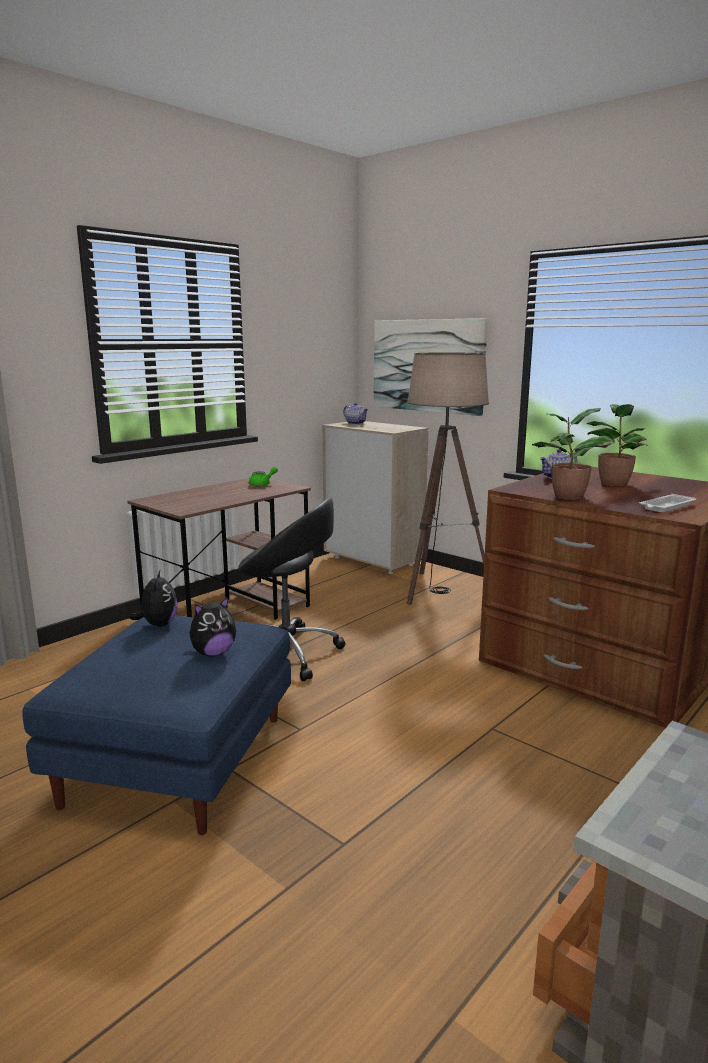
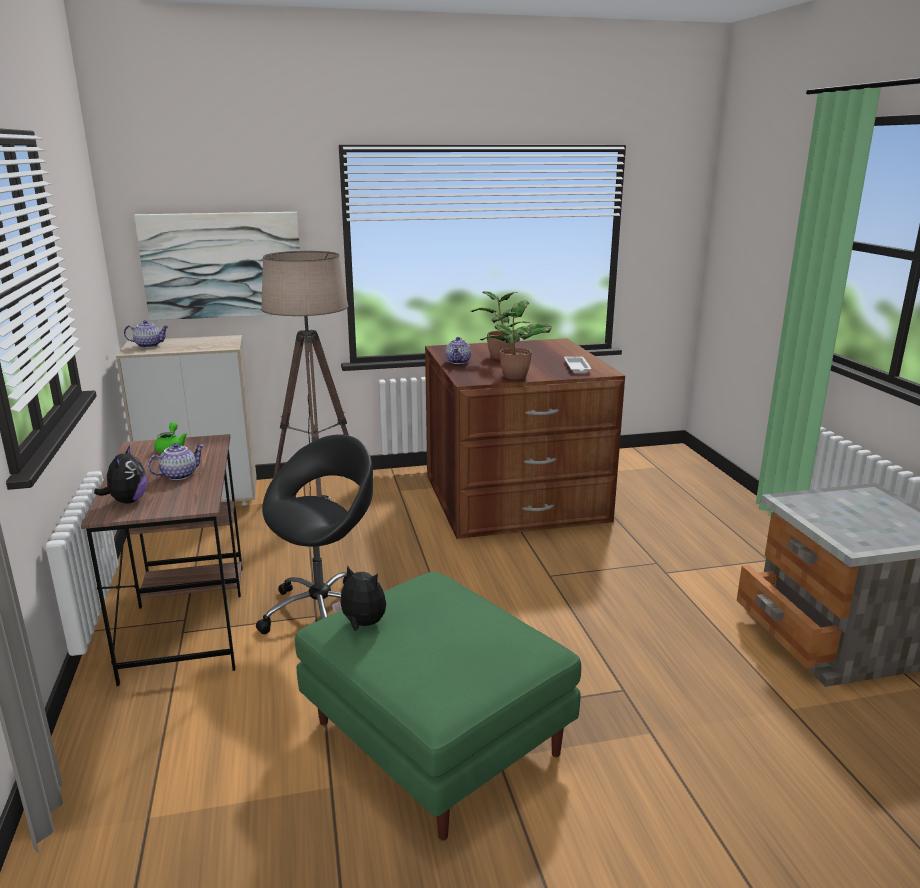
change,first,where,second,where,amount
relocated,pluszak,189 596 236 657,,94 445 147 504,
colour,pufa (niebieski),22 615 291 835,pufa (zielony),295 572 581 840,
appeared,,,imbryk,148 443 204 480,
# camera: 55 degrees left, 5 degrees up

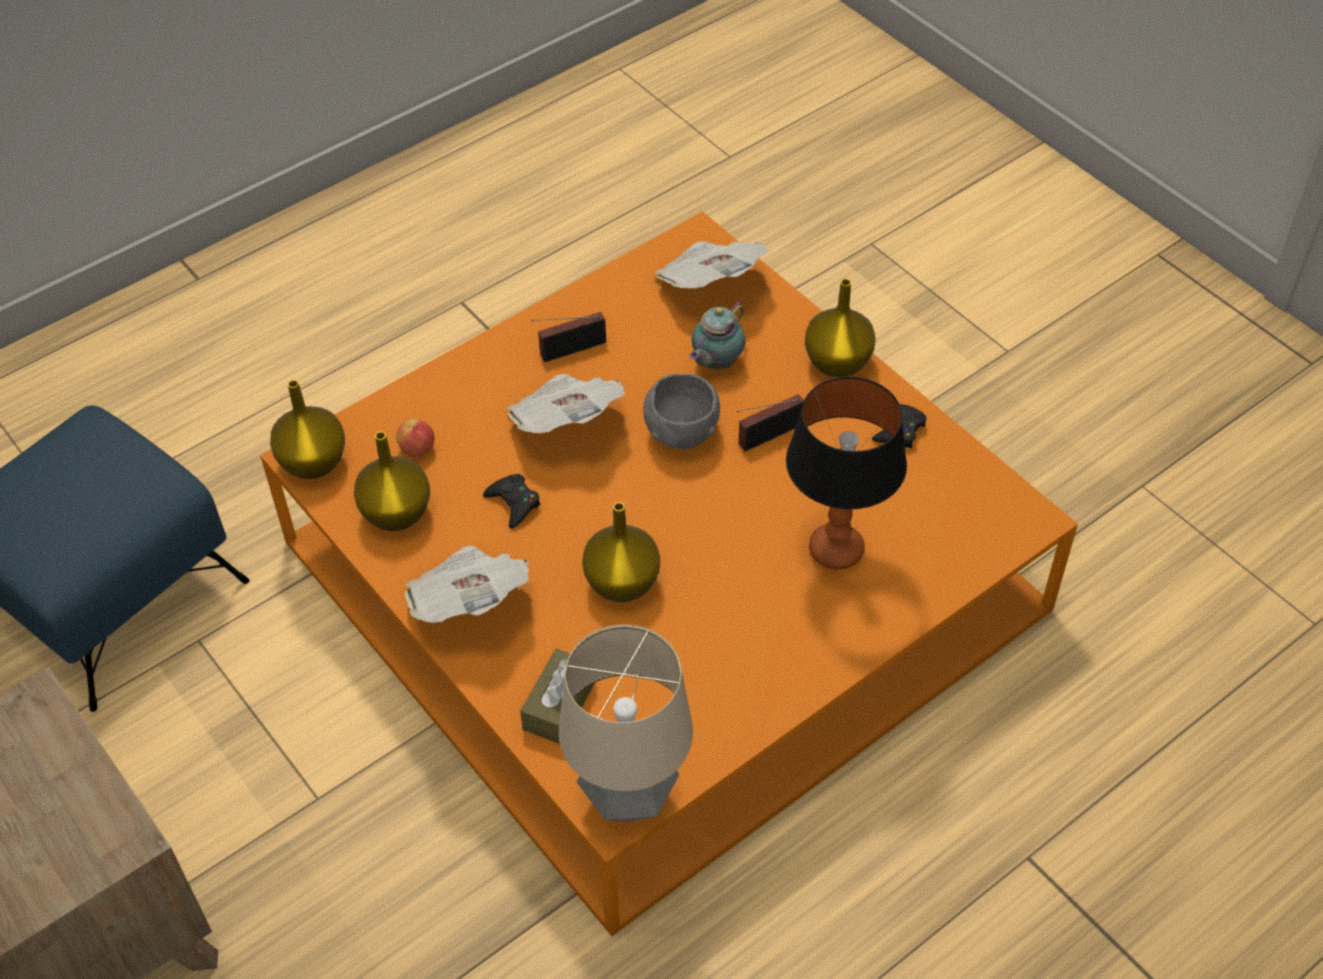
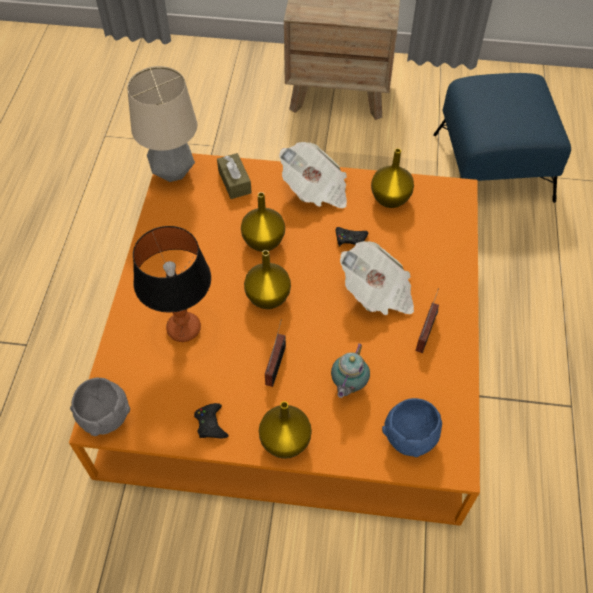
change,first,where,second,where,amount
exchanged,gazeta,654 241 770 288,miska (niebieski),382 398 442 457,
spun,imbryk,690 301 746 370,,331 343 370 398,150 degrees counterclockwise
relocated,miska (szary),643 374 720 449,,70 377 130 436,
relocated,wazon (żółty),270 380 345 479,,244 250 291 309,
missing,jabłko,396 419 434 458,,,
# camera: 135 degrees right, 5 degrees up

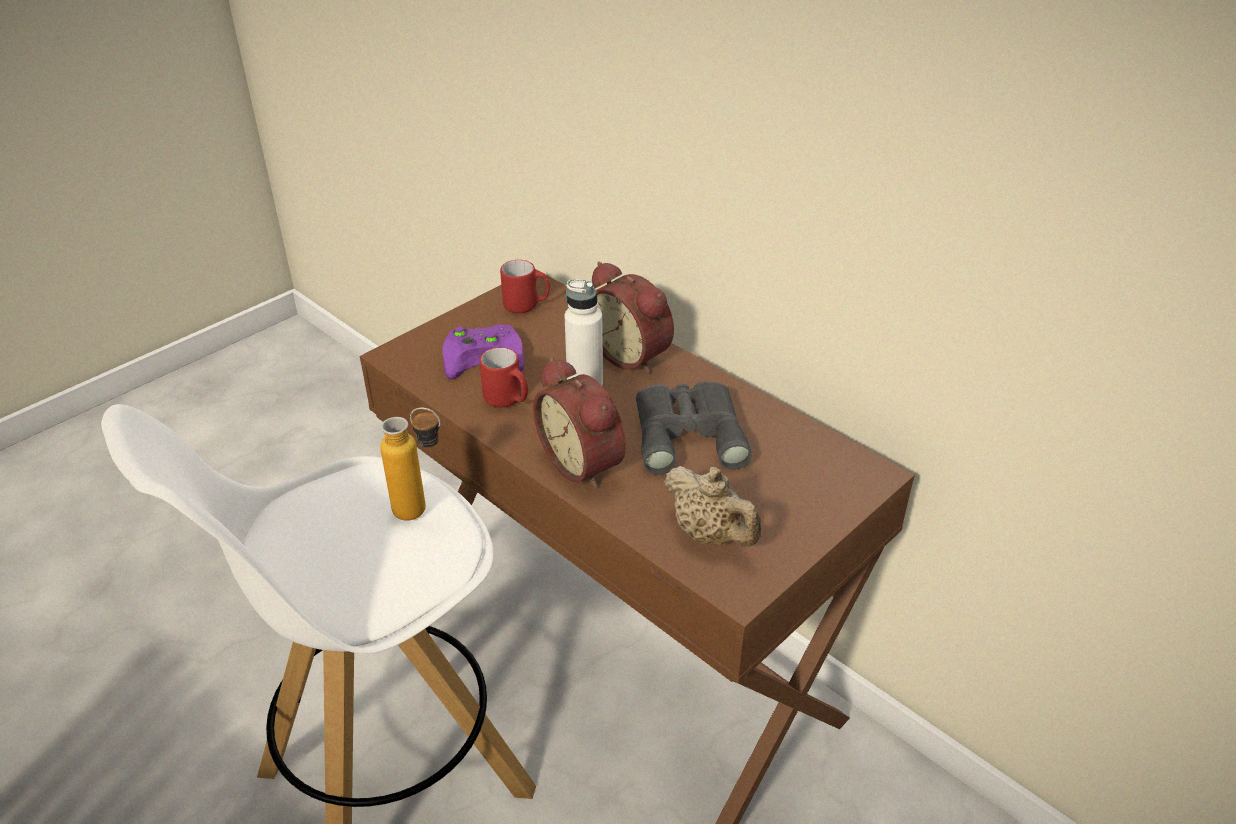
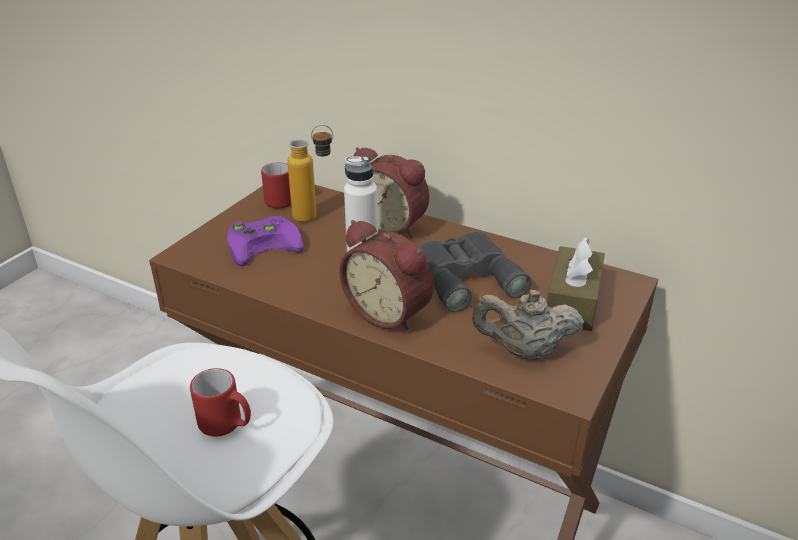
change,first,where,second,where,amount
relocated,kubek (czerwony),479 347 528 407,,190 368 251 437,
relocated,butelka,380 407 440 520,,288 125 333 222,
spun,imbryk (beżowy),664 466 761 547,,472 290 584 360,150 degrees clockwise
appeared,,,pudełko chusteczek (brązowy),547 238 605 331,
# camera: 15 degrees left, 5 degrees down

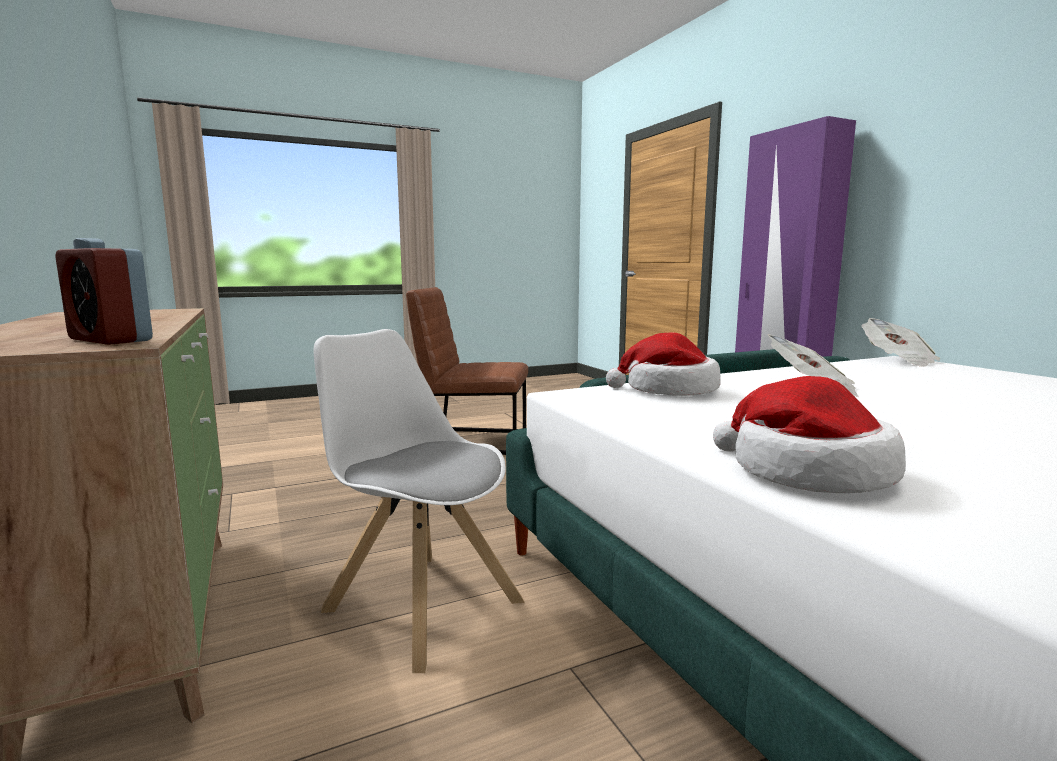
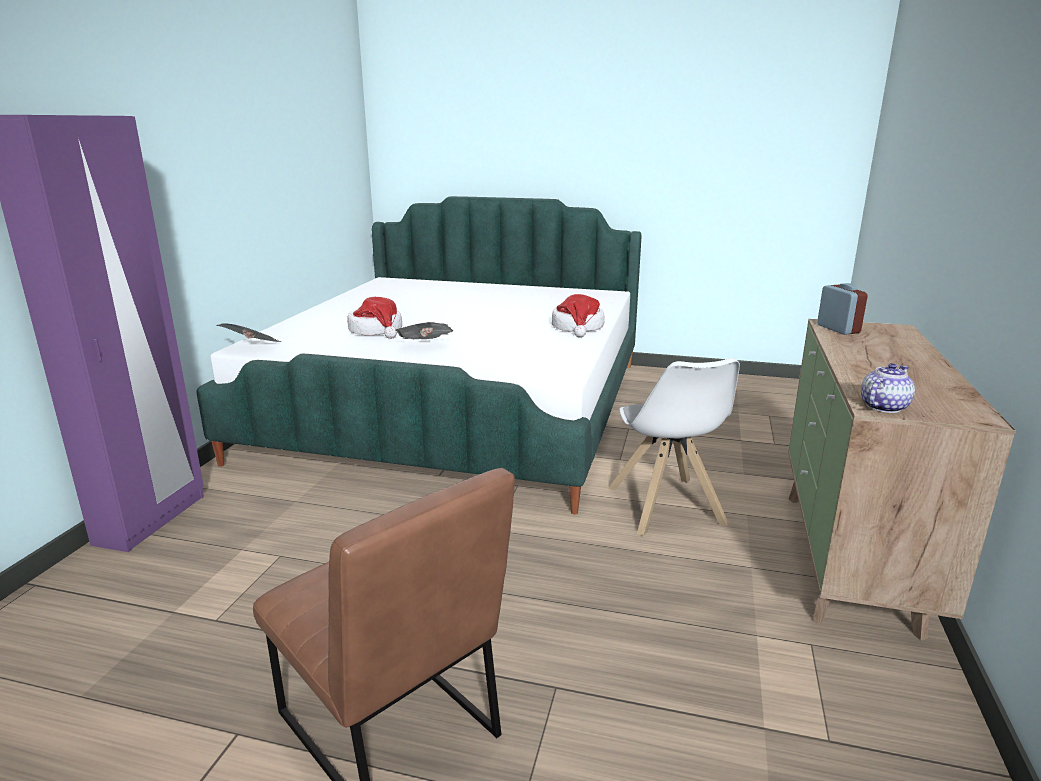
change,first,where,second,where,amount
relocated,kapelusz,606 333 721 396,,347 297 402 339,
appeared,,,imbryk,861 363 915 413,
# camera: 140 degrees left, 10 degrees up

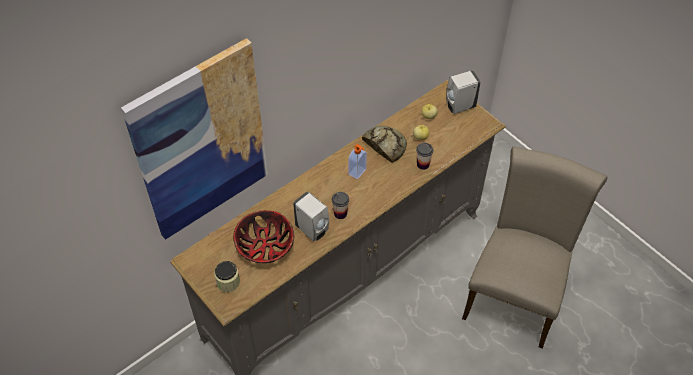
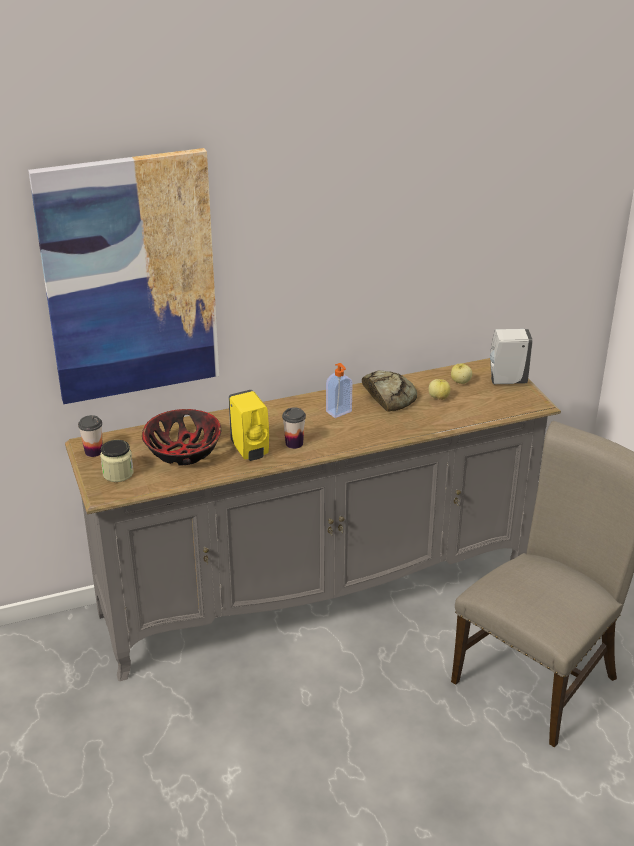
change,first,where,second,where,amount
relocated,filiżanka,416 143 433 170,,78 415 103 457,
colour,dozownik mydła (biały),293 191 329 241,dozownik mydła (żółty),228 390 269 461,
# camera: 20 degrees right, 20 degrees down

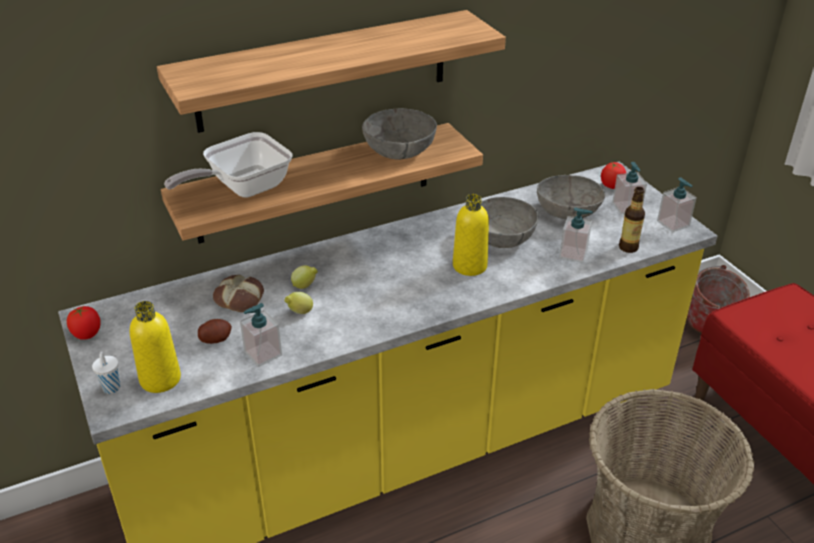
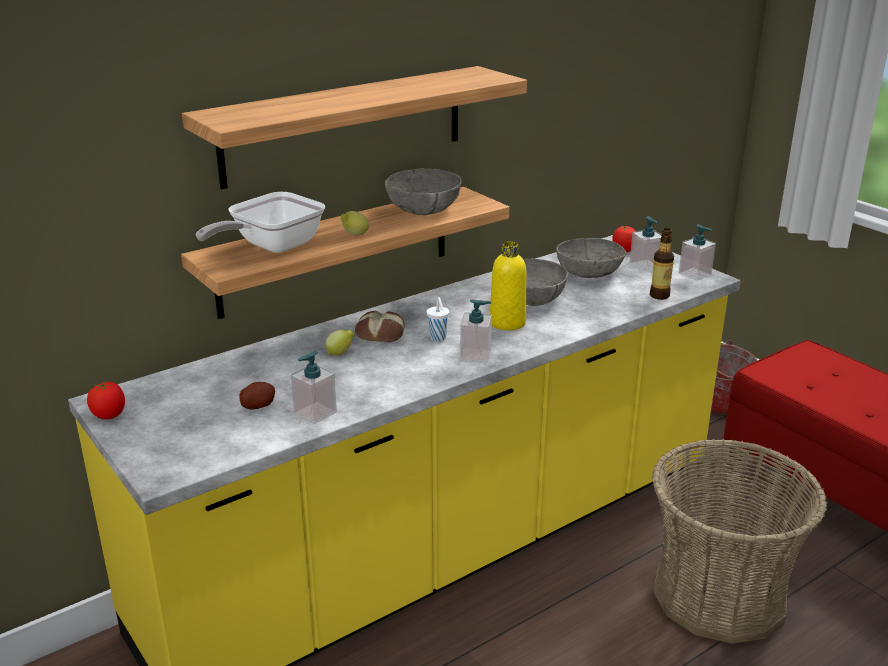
change,first,where,second,where,amount
relocated,dozownik mydła,559 208 593 263,,460 299 492 363,
relocated,chleb,213 275 264 312,,355 311 405 342,
relocated,cytryna,285 292 313 314,,340 211 369 236,
missing,butelka (żółty),130 301 181 393,,,
relocated,filiżanka (biały),92 352 120 394,,427 297 449 341,
# camera: 10 degrees left, 10 degrees down

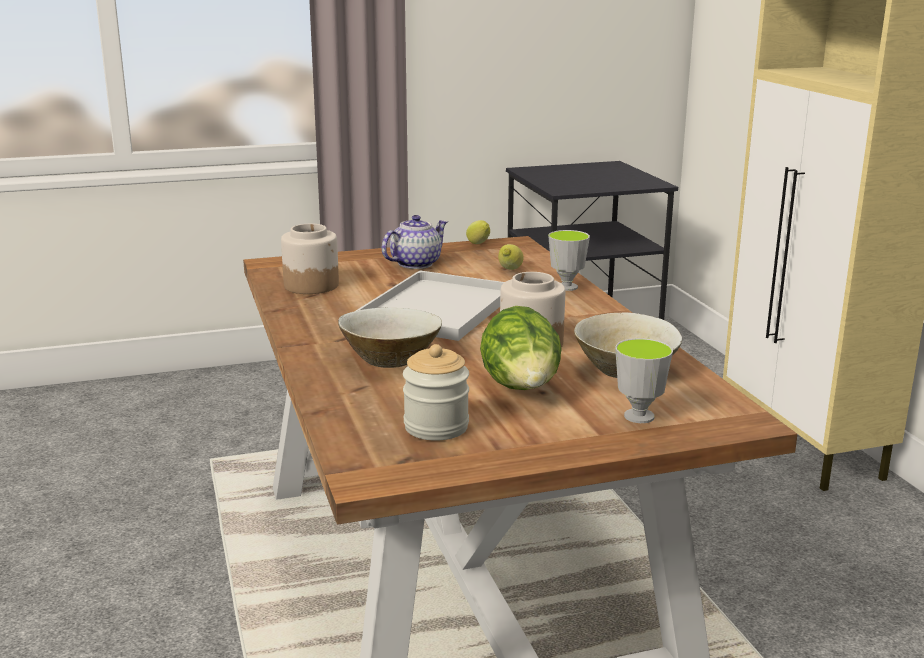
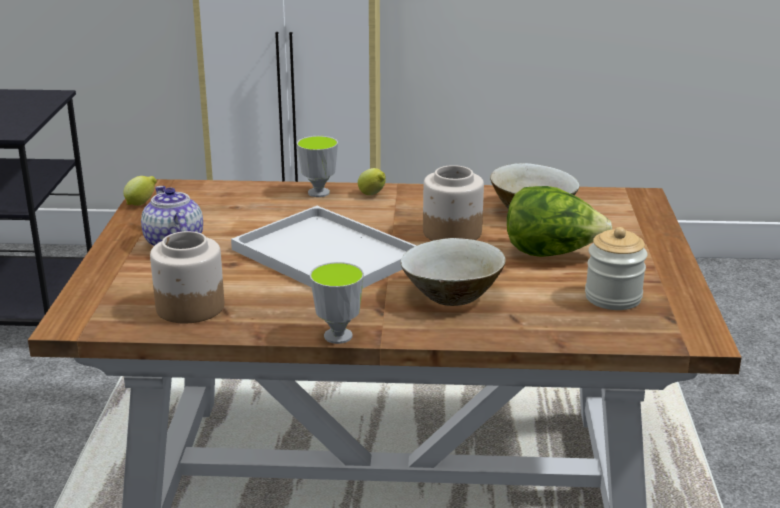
change,first,where,second,where,amount
relocated,cytryna,498 244 523 270,,358 168 386 195,
relocated,filiżanka,615 338 673 423,,310 262 364 344,
# camera: 70 degrees left, 5 degrees up

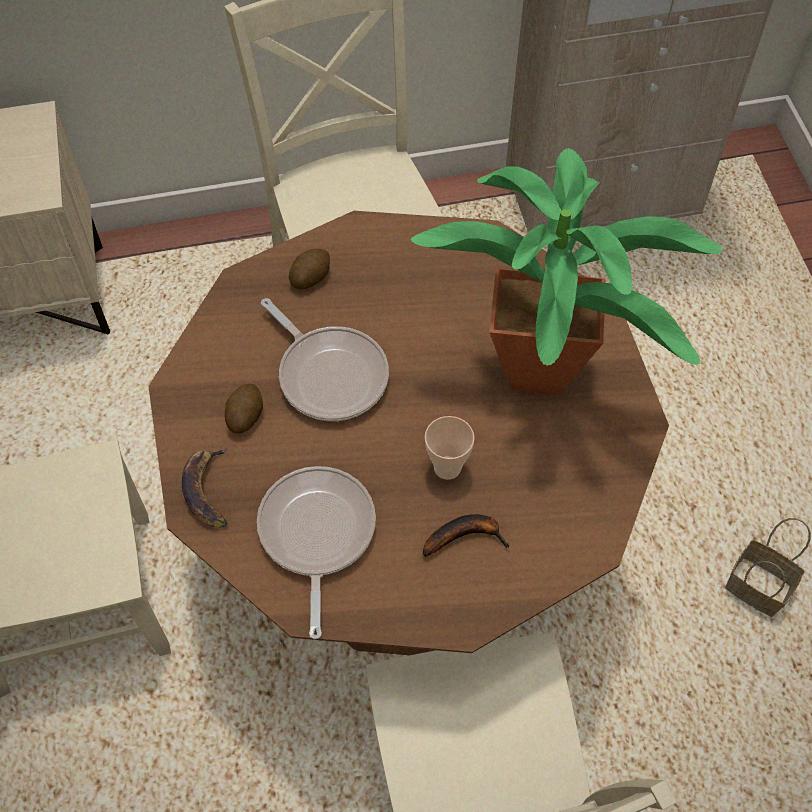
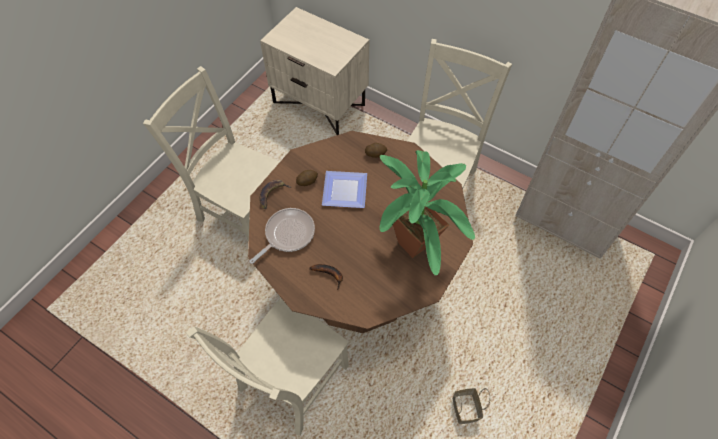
change,first,where,second,where,amount
exchanged,patelnia,261 298 389 421,talerz,322 171 367 208,
missing,filiżanka,425 416 475 480,,,
# camera: 45 degrees right, 0 degrees up

